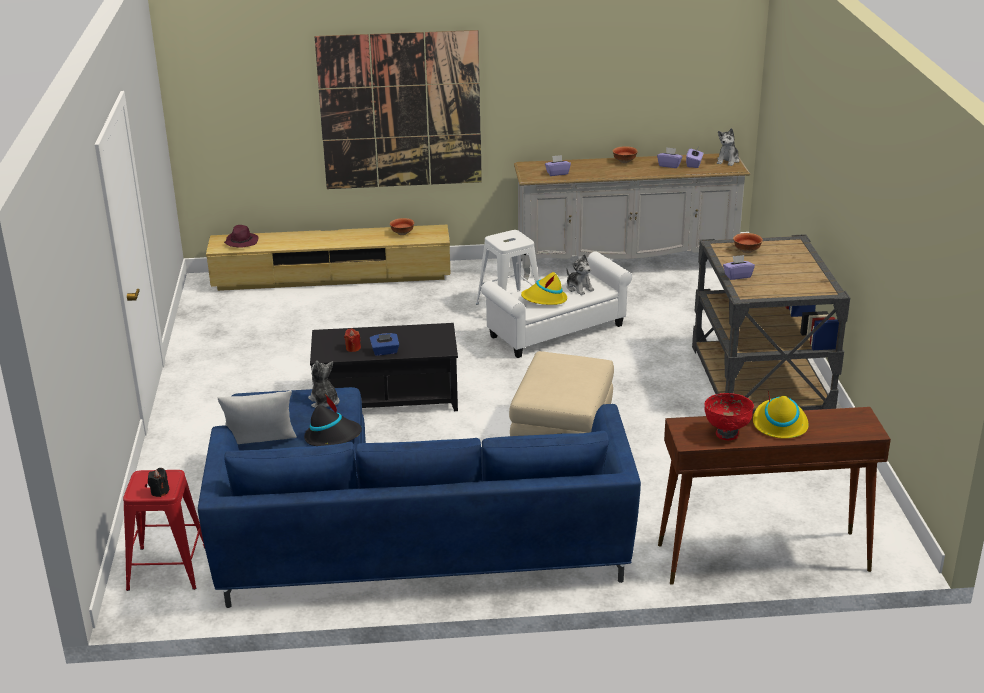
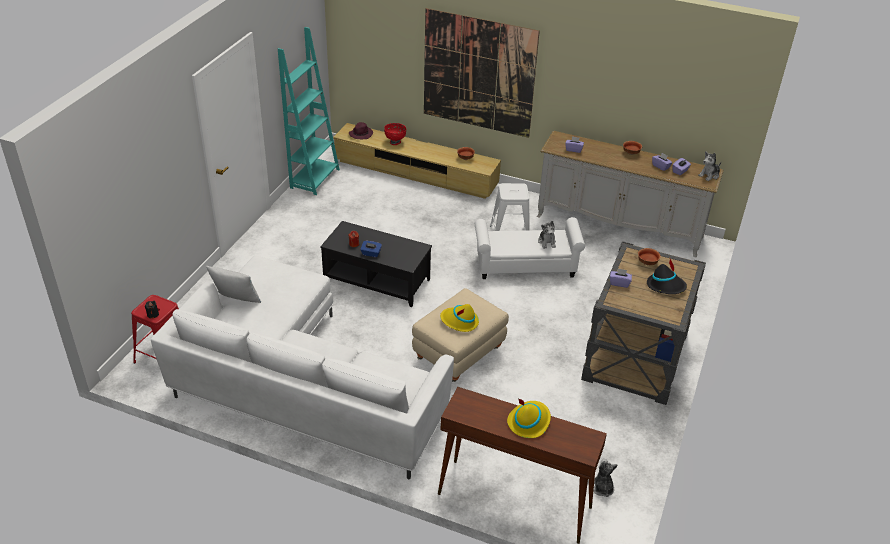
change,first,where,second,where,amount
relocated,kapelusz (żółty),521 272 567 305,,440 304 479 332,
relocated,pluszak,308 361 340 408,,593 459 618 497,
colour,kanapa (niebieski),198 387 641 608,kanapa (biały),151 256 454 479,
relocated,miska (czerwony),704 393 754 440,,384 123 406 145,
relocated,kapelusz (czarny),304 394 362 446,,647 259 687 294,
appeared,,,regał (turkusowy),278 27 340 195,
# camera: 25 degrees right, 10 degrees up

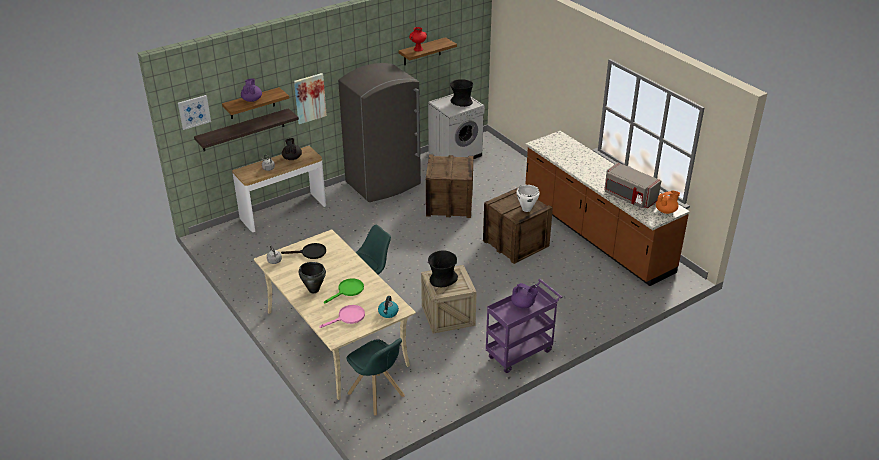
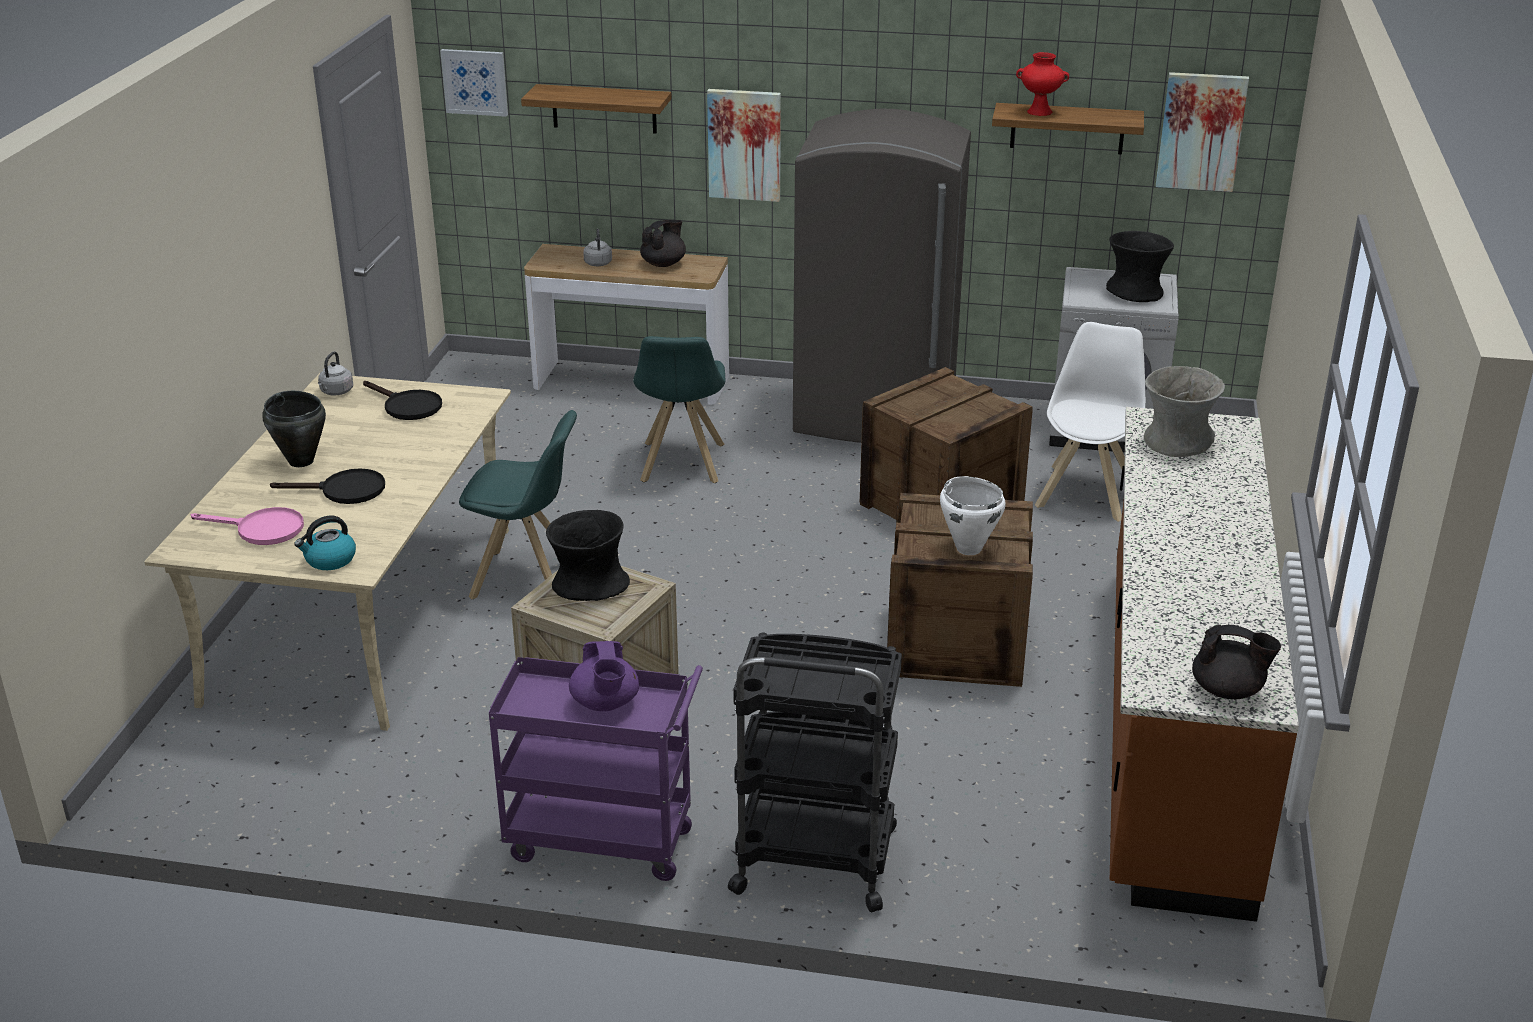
change,first,where,second,where,amount
missing,imbryk (fioletowy),241 78 262 102,,,
missing,półka,194 108 299 151,,,
missing,mikrofalówka (szary),604 163 661 208,,,
colour,imbryk (pomarańczowy),656 191 680 214,imbryk (czarny),1192 625 1281 699,
colour,patelnia (zielony),324 278 364 303,patelnia (czarny),270 468 385 504,
relocated,krzesło (turkusowy),346 338 405 416,,633 336 726 483,
appeared,,,obraz,1156 72 1249 192,
appeared,,,krzesło (biały),1035 322 1146 522,
appeared,,,wazon (szary),1144 366 1225 457,
appeared,,,wózek (czarny),728 633 902 912,
# camera: 45 degrees right, 5 degrees down

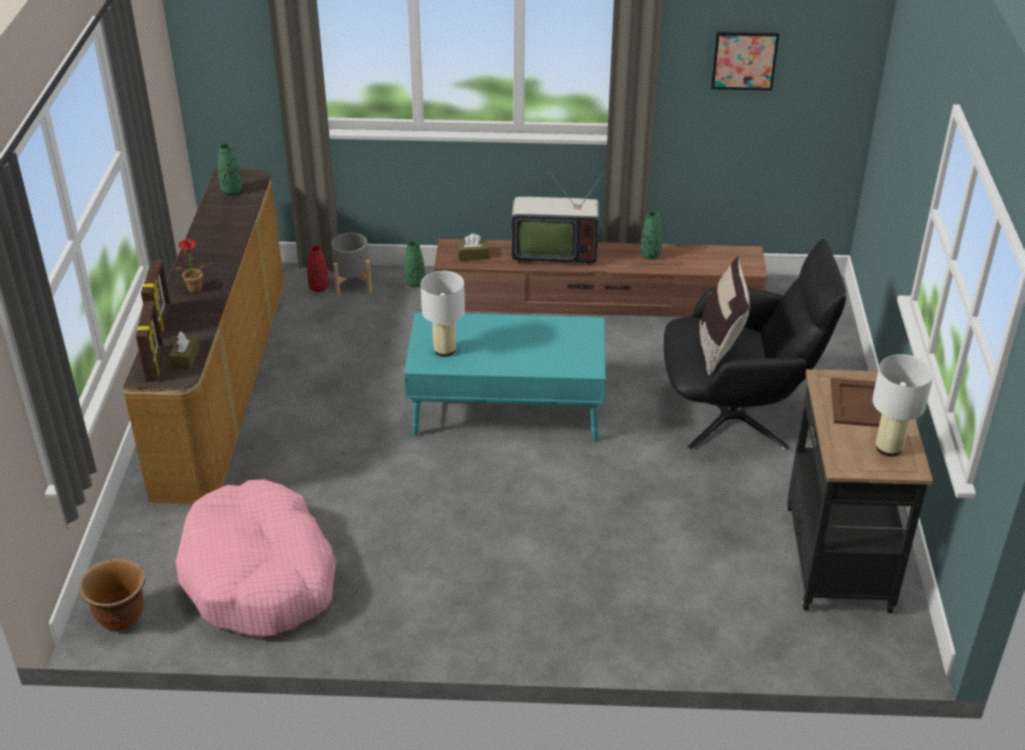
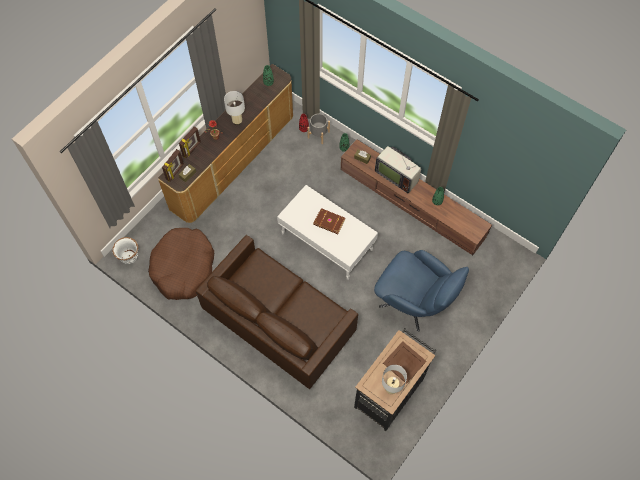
change,first,where,second,where,amount
missing,obraz,711 32 779 90,,,
colour,fotel (czarny),664 239 846 450,fotel (niebieski),374 250 469 332,
missing,poduszka,700 255 750 375,,,
relocated,lampa stołowa (biały),421 271 465 357,,224 91 245 125,
colour,ława (turkusowy),404 312 606 441,ława (biały),277 185 378 280,
colour,legowisko (różowy),176 479 336 637,legowisko (brązowy),148 228 214 300,
colour,donica (brązowy),79 558 145 631,donica (biały),112 237 138 264,
appeared,,,książka (brązowy),313 208 345 234,
appeared,,,kanapa (brązowy),196 235 358 389,
# camera: 35 degrees right, 25 degrees up

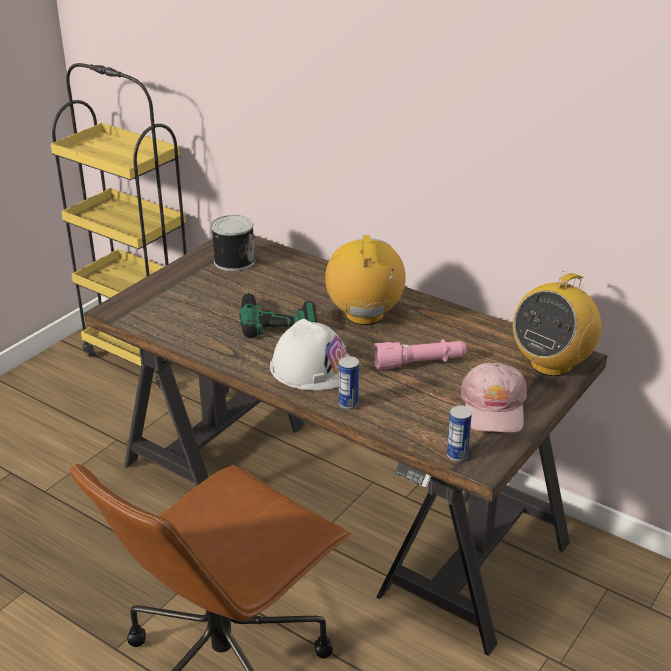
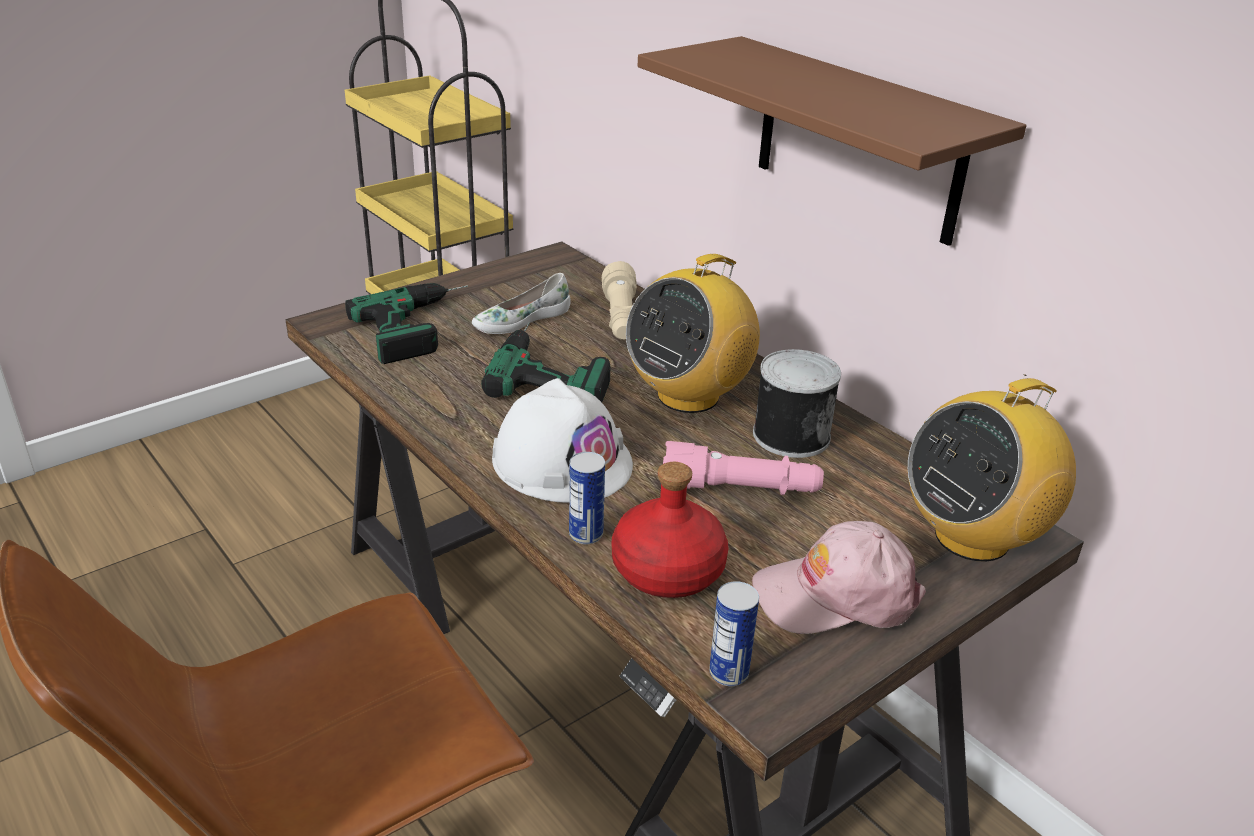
change,first,where,second,where,amount
relocated,puszka,211 215 255 271,,753 349 841 458,
spun,radio,325 235 406 325,,626 254 760 413,150 degrees counterclockwise
spun,czapka z daszkiem (różowy),461 363 527 433,,752 521 926 634,60 degrees clockwise
appeared,,,półka (brązowy),638 36 1026 246,
appeared,,,latarka (beżowy),602 261 637 340,
appeared,,,but (biały),472 273 571 334,
appeared,,,wiertarka,345 283 468 364,
appeared,,,butelka (czerwony),612 462 729 598,
# camera: 15 degrees right, 0 degrees up

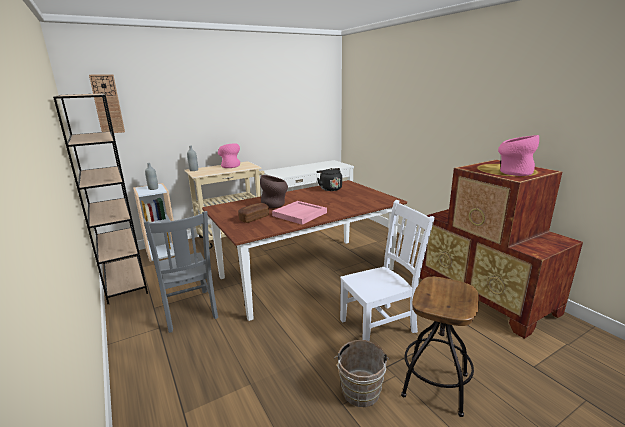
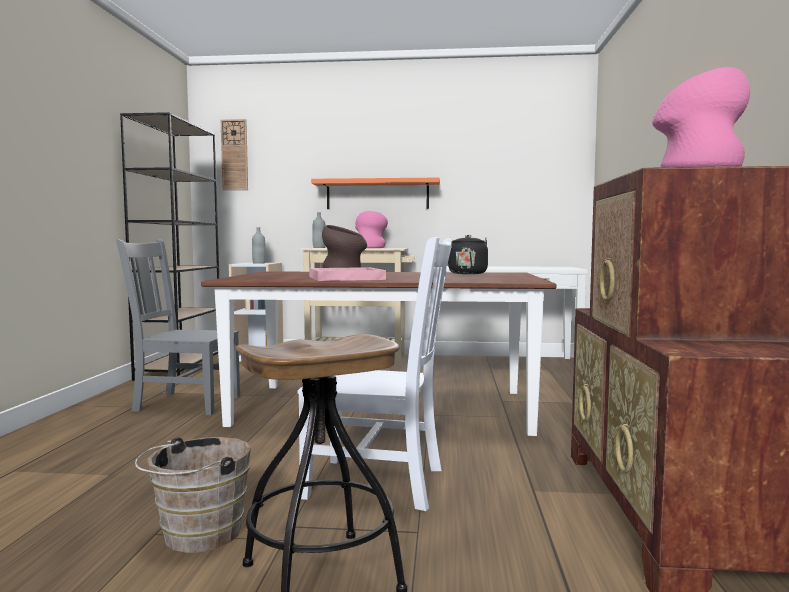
change,first,where,second,where,amount
missing,chleb,238 203 269 223,,,
spun,krzesło (szary),144 211 218 333,,116 239 240 415,90 degrees clockwise
appeared,,,półka (pomarańczowy),311 177 440 209,
# camera: 35 degrees right, 15 degrees down

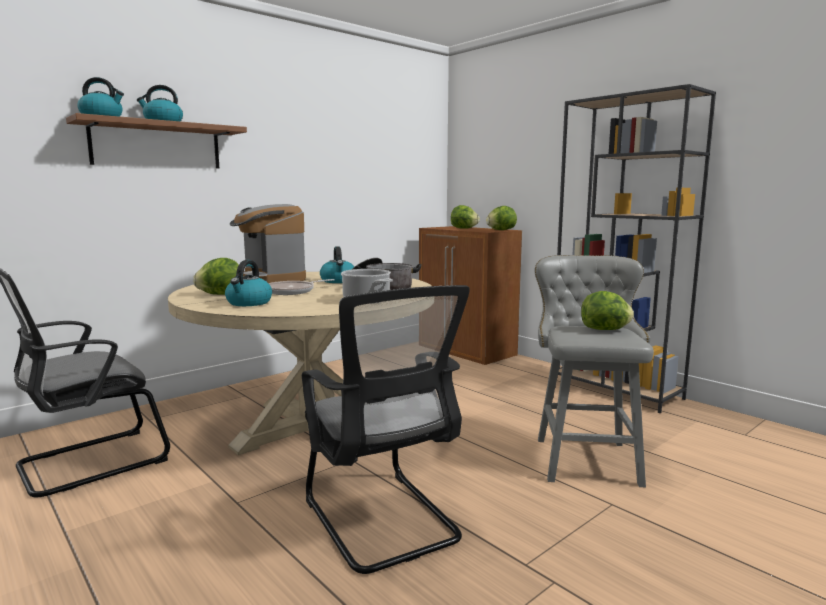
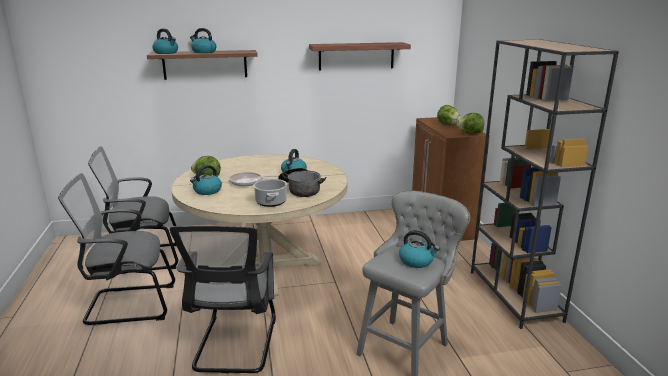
change,first,where,second,where,amount
missing,ekspres do kawy,230 204 306 283,,,
exchanged,sałata,581 291 634 330,czajnik,399 230 440 268,
appeared,,,półka,309 42 411 70,
appeared,,,krzesło,58 173 175 325,
# camera: 30 degrees right, 10 degrees up

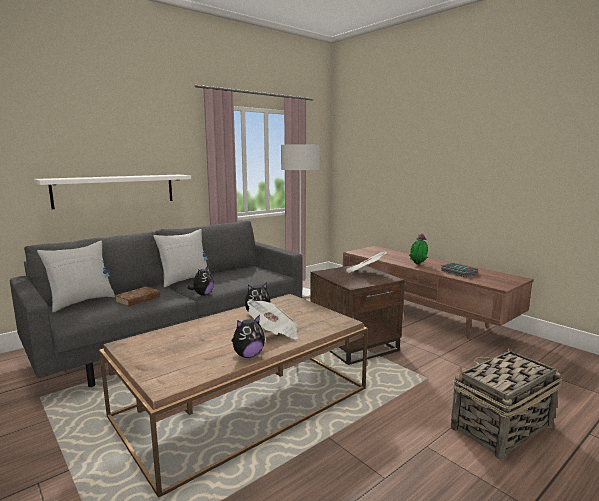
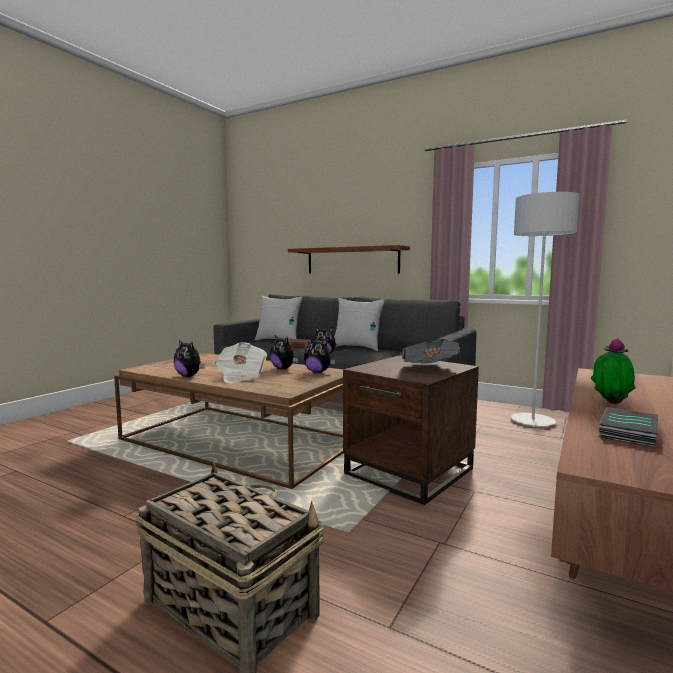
change,first,where,second,where,amount
colour,półka (biały),34 175 191 209,półka (brązowy),288 245 410 274,
appeared,,,pluszak,304 338 335 373,
# camera: 70 degrees right, 5 degrees down

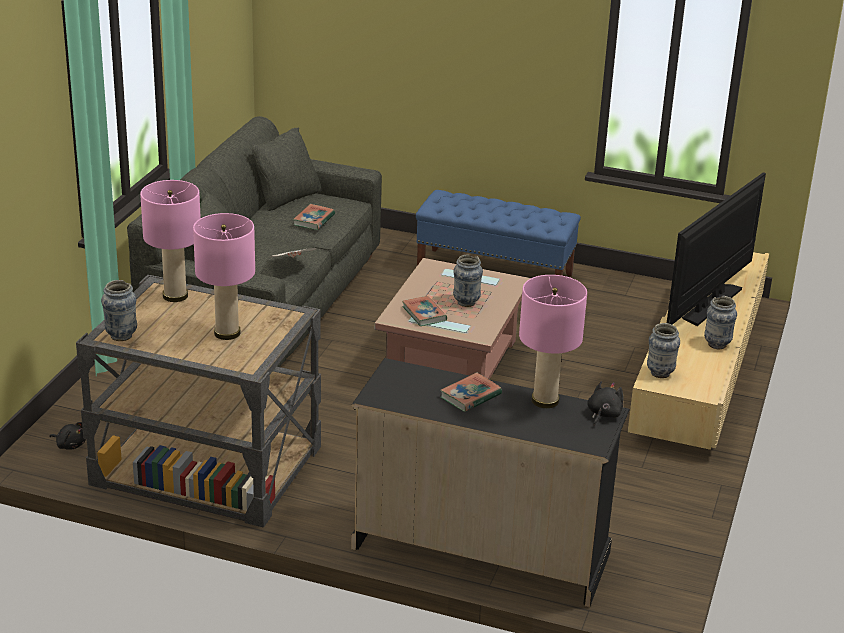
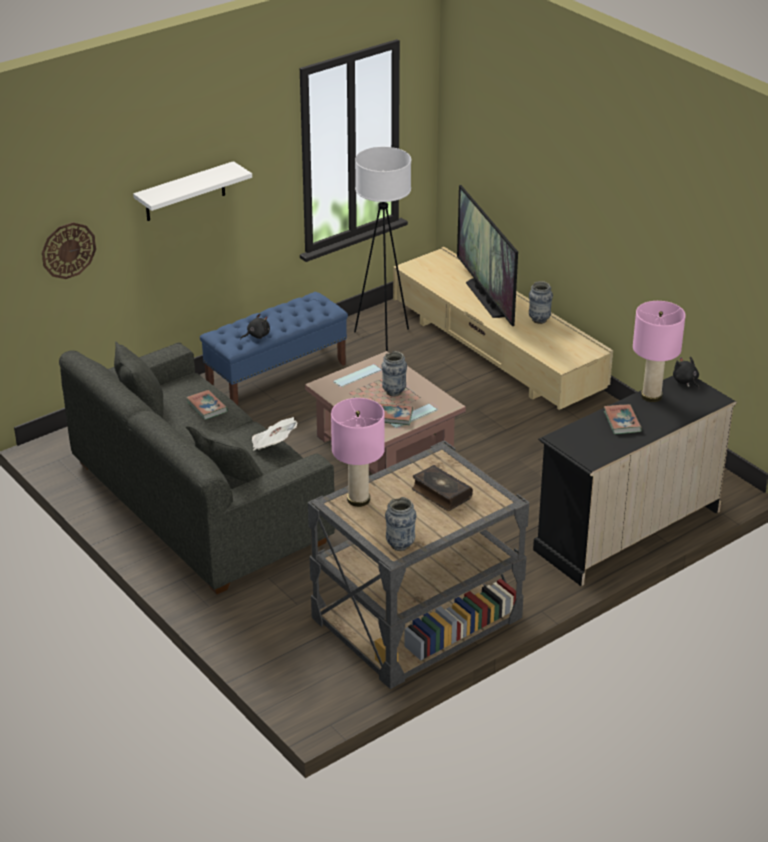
change,first,where,second,where,amount
exchanged,lampa stołowa (różowy),193 213 255 340,książka,412 465 473 511,
missing,wazon,647 323 680 378,,,
relocated,pluszak (czarny),49 422 86 450,,240 314 270 339,
appeared,,,lampa stojąca (biały),354 147 411 352,
appeared,,,półka (biały),133 161 252 221,
appeared,,,zegar ścienny,42 222 96 279,
# camera: 55 degrees left, 5 degrees up

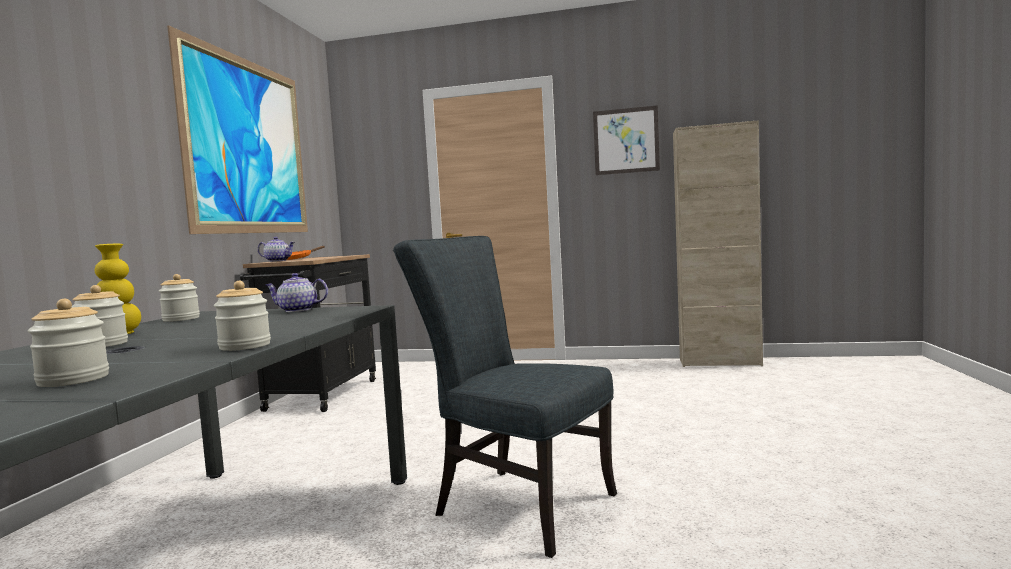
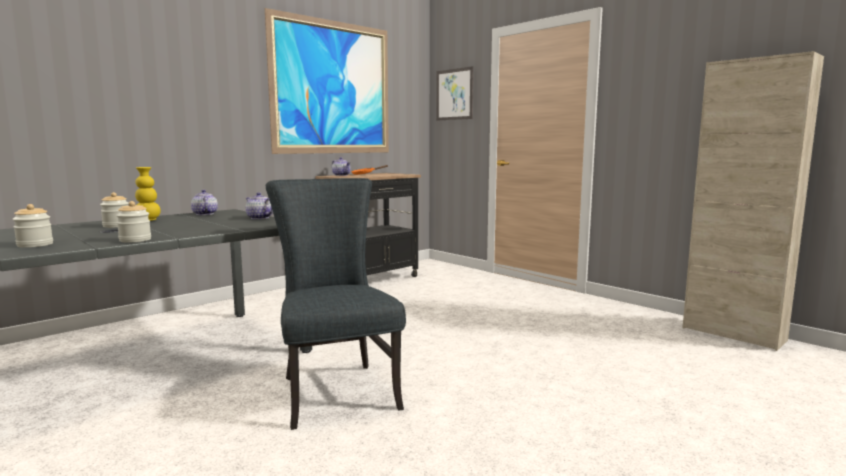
change,first,where,second,where,amount
relocated,obraz,593 105 660 175,,436 66 474 120,
exchanged,słoik,159 274 200 322,imbryk,191 190 218 215,
# camera: 35 degrees right, 5 degrees up

